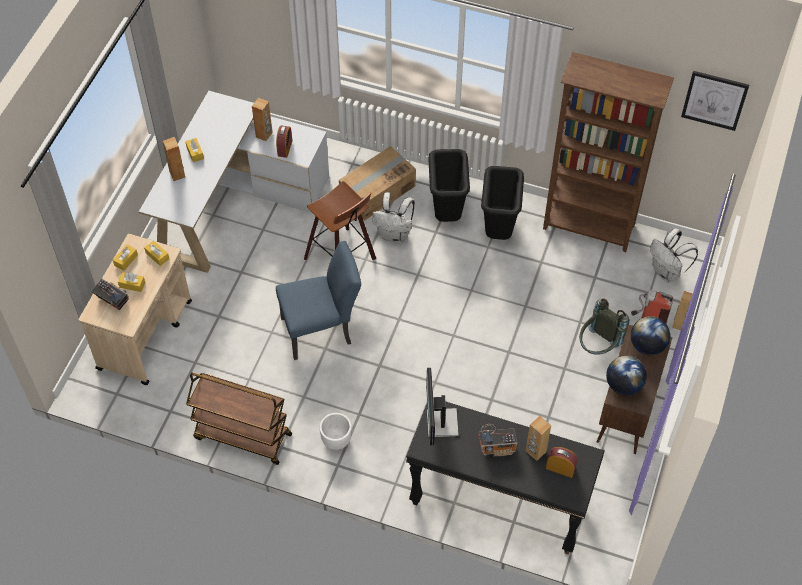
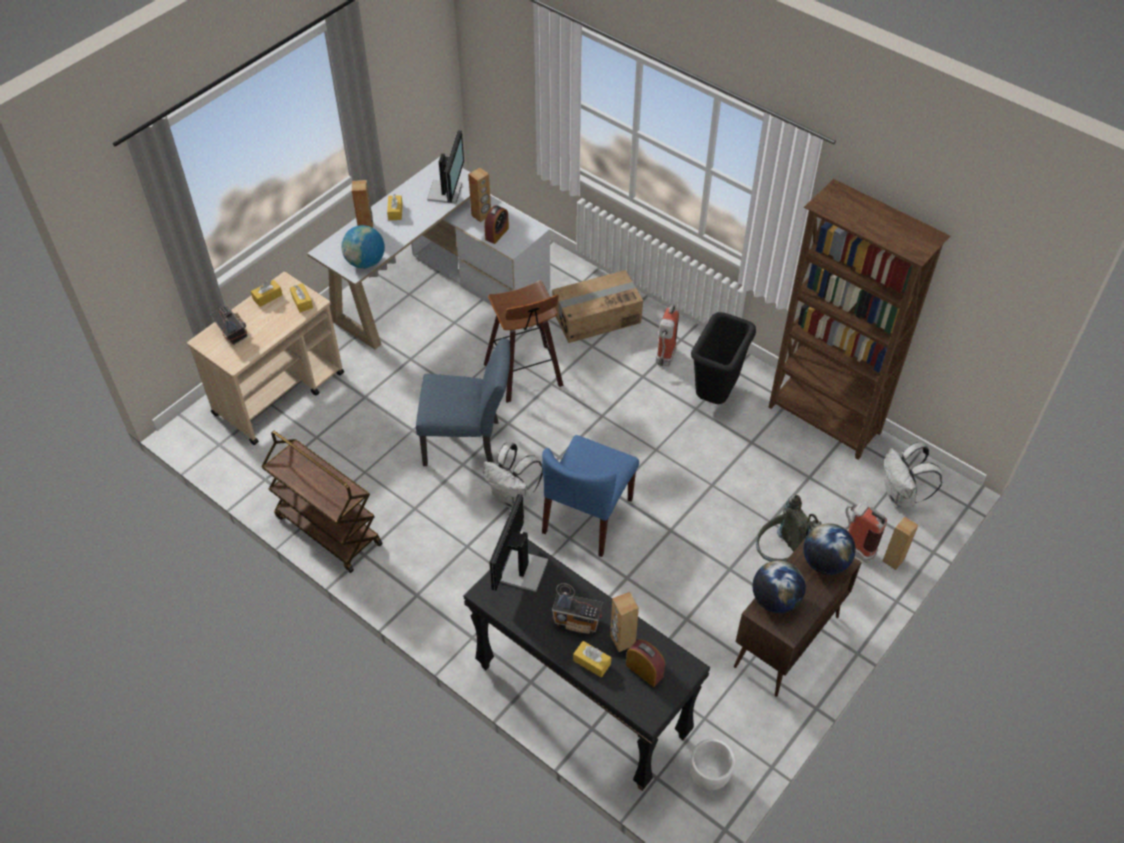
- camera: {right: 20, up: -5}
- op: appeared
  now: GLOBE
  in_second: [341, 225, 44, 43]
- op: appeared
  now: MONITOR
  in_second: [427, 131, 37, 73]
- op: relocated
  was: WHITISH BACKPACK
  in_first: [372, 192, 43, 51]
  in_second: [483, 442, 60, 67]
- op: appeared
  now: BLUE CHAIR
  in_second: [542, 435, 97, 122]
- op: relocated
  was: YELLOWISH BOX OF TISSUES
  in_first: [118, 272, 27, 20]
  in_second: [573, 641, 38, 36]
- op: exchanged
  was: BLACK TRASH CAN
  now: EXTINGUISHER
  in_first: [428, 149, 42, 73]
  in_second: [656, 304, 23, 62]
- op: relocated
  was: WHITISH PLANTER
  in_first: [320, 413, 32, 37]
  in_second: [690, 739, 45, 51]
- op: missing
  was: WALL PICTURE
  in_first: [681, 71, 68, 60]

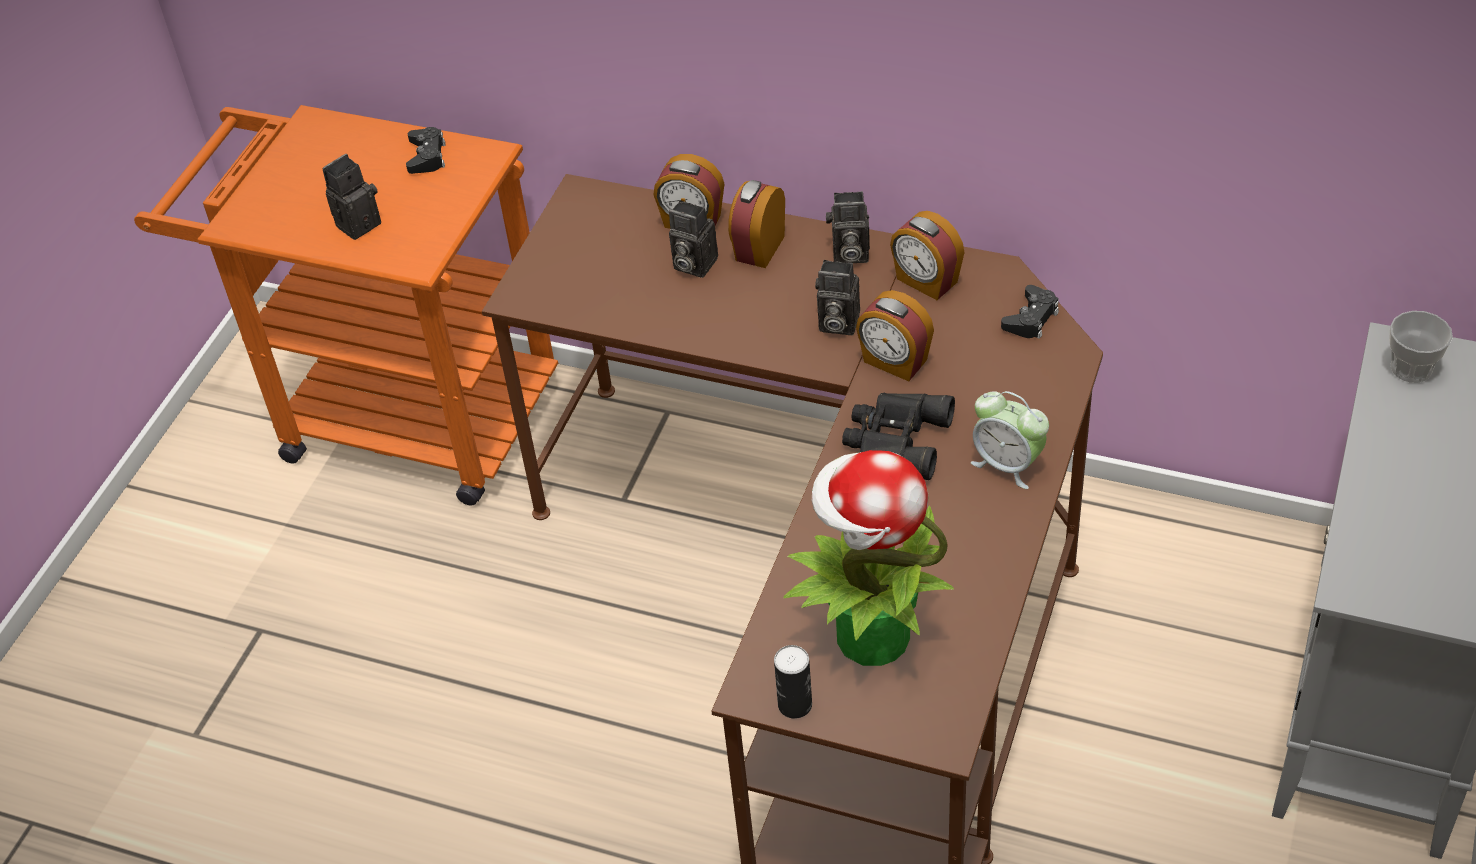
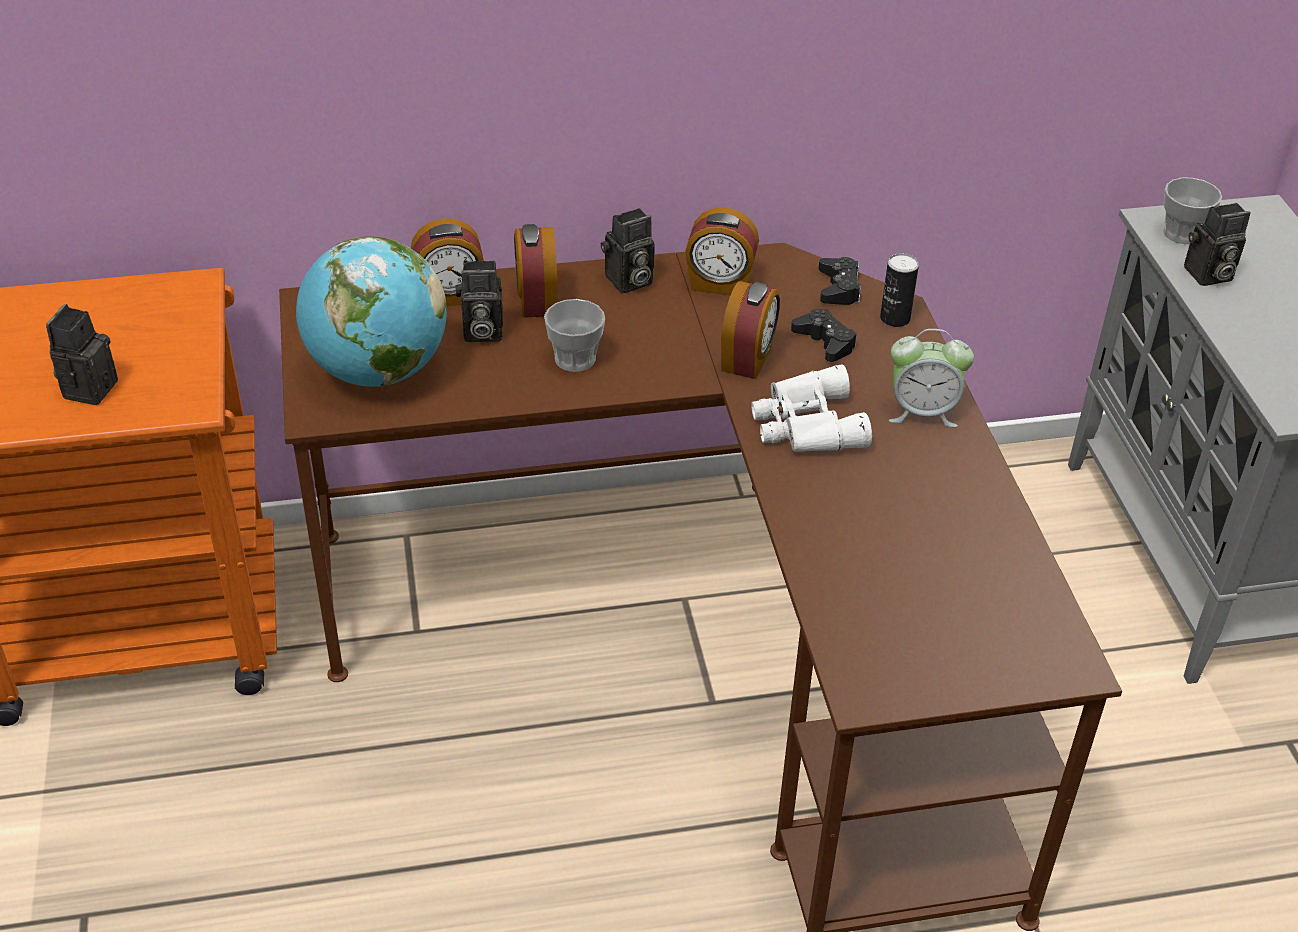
- camera: {right: -35, up: -5}
- op: appeared
  now: GLOBE
  in_second: [296, 236, 151, 151]
- op: appeared
  now: SMALL CUP
  in_second: [544, 299, 61, 73]
- op: spun
  was: ALARM CLOCK
  in_first: [856, 290, 78, 91]
  in_second: [721, 281, 59, 98]
  clockwise: -75
- op: colour
  was: BLACK PAIR OF BINOCULARS
  now: WHITISH PAIR OF BINOCULARS
  in_first: [842, 393, 113, 87]
  in_second: [751, 365, 121, 87]
- op: relocated
  was: BLACK JOYPAD
  in_first: [406, 127, 40, 47]
  in_second: [791, 309, 66, 53]
- op: relocated
  was: METAL CAN
  in_first: [774, 645, 38, 74]
  in_second: [880, 253, 39, 74]
- op: relocated
  was: STILL CAMERA
  in_first: [815, 260, 45, 75]
  in_second: [1184, 203, 66, 83]
- op: missing
  was: HOUSEPLANT
  in_first: [783, 450, 172, 216]

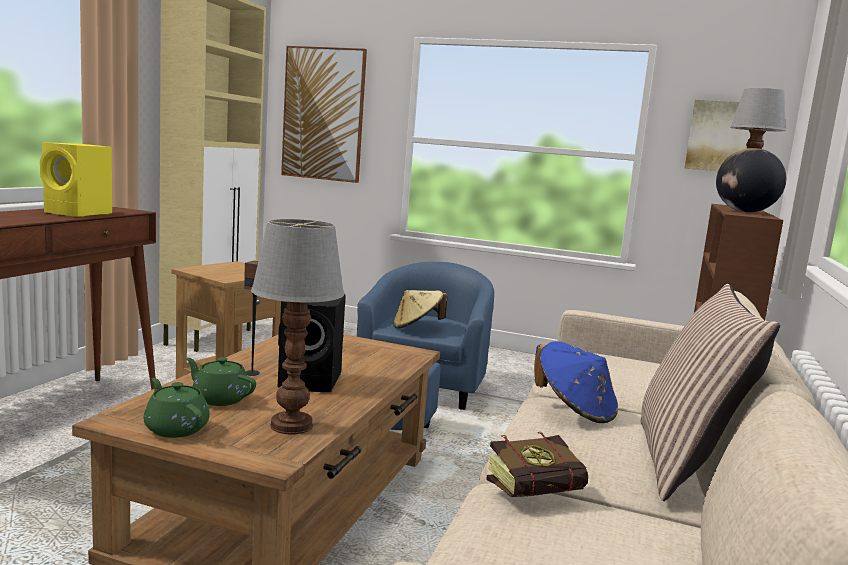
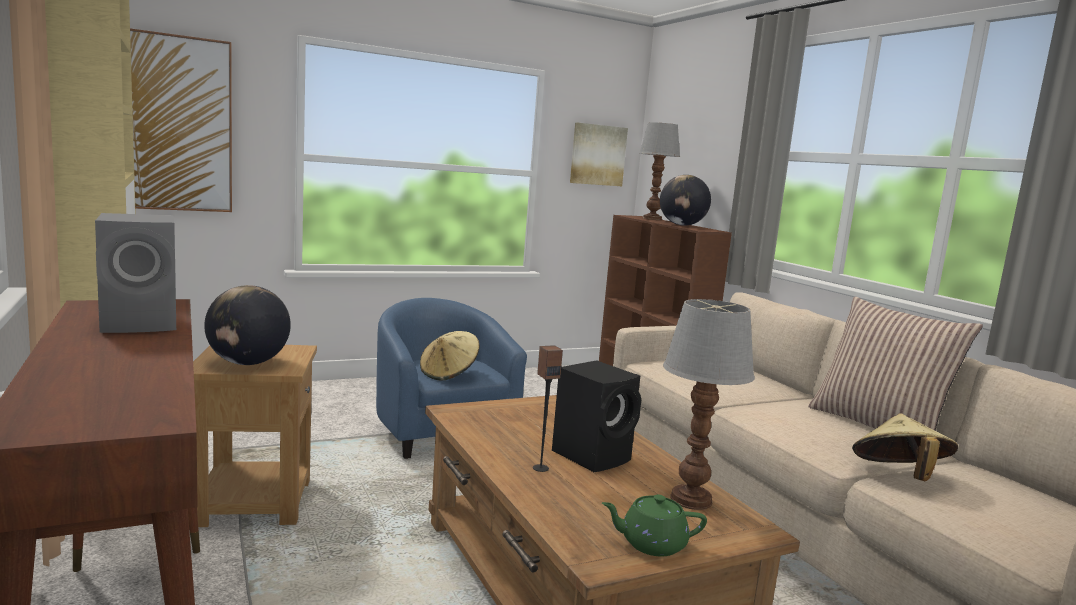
- camera: {right: -45, up: 0}
- op: colour
  was: YELLOWISH LOUDSPEAKER
  now: GREYISH LOUDSPEAKER
  in_first: [40, 142, 72, 75]
  in_second: [95, 213, 81, 120]
- op: appeared
  now: GLOBE
  in_second: [204, 285, 87, 80]
- op: exchanged
  was: VOLUME
  now: BEIGE-COLOURED CLOTHING HAT
  in_first: [487, 431, 101, 66]
  in_second: [852, 413, 106, 68]
- op: missing
  was: GREEN-COLOURED TEA POT
  in_first: [185, 357, 71, 49]
- op: missing
  was: BLUE CLOTHING HAT
  in_first: [534, 341, 84, 82]

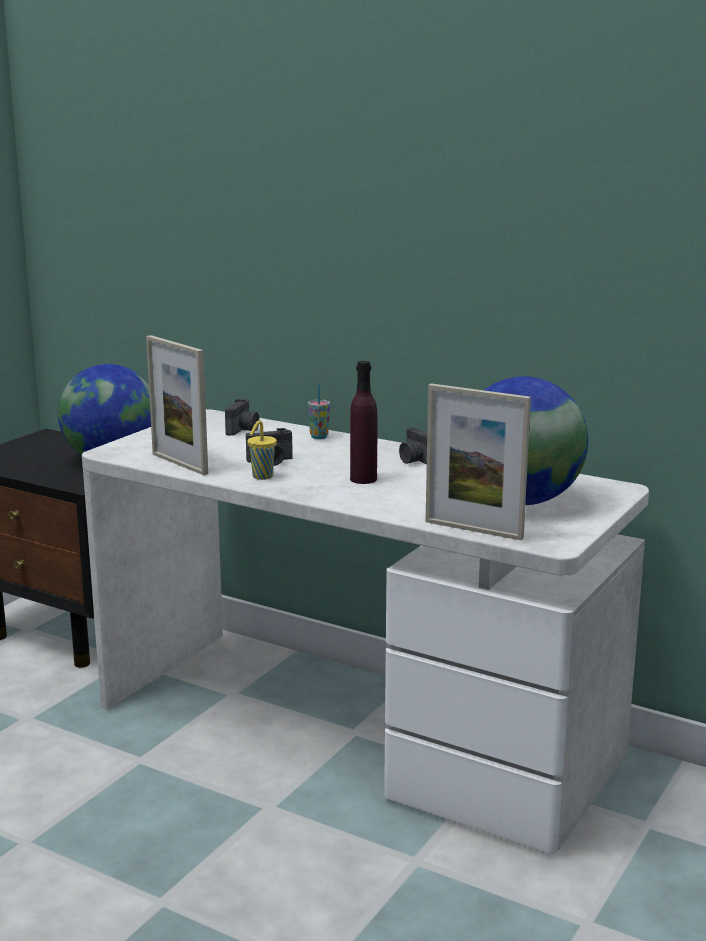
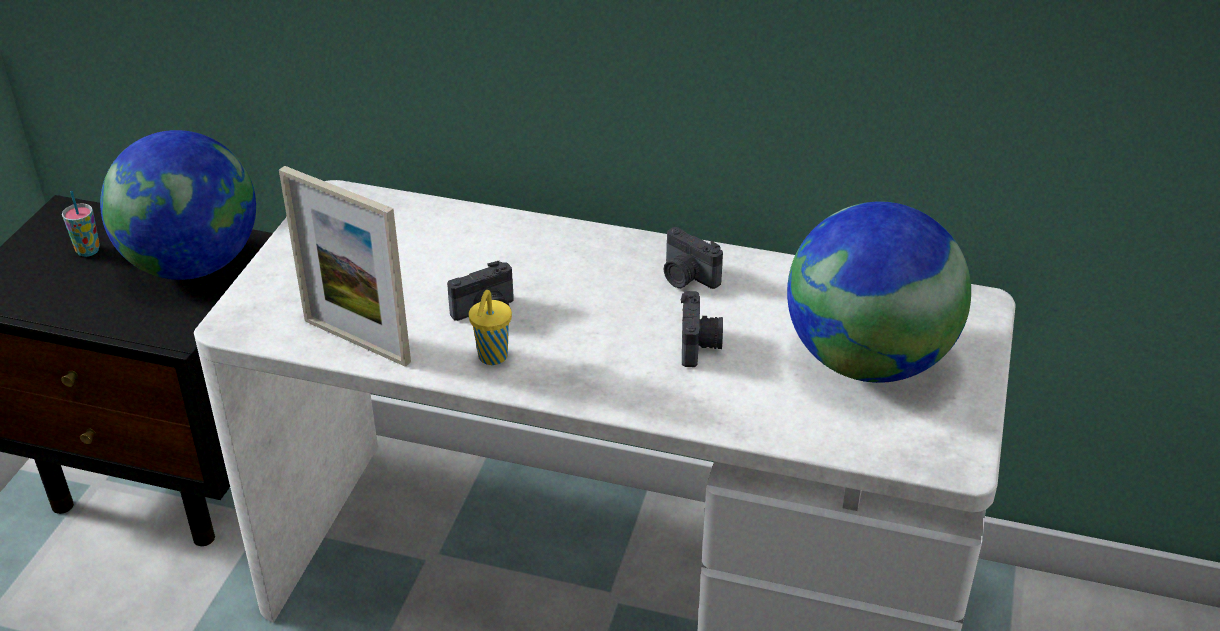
- camera: {right: -15, up: 20}
- op: relocated
  was: SMALL CUP
  in_first: [308, 385, 22, 54]
  in_second: [62, 191, 38, 66]
- op: relocated
  was: STILL CAMERA
  in_first: [225, 399, 34, 37]
  in_second: [681, 291, 42, 76]
- op: missing
  was: PURPLISH DRINK BOTTLE
  in_first: [350, 361, 27, 123]
- op: missing
  was: PHOTO FRAME
  in_first: [425, 383, 106, 157]

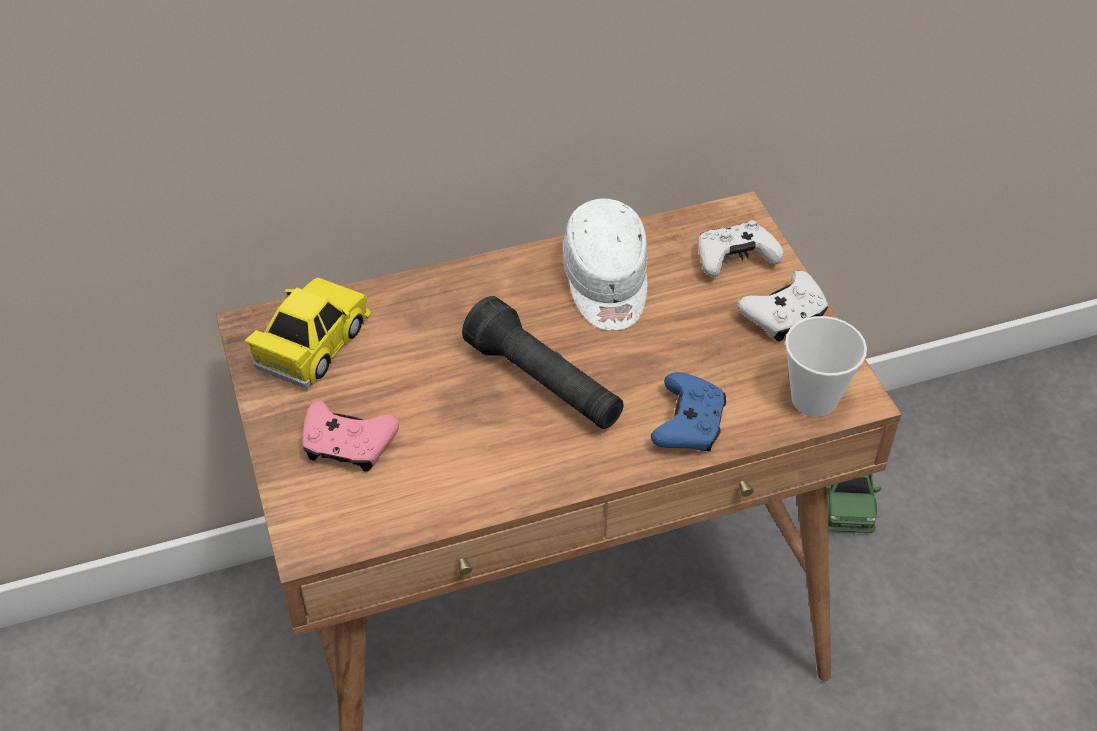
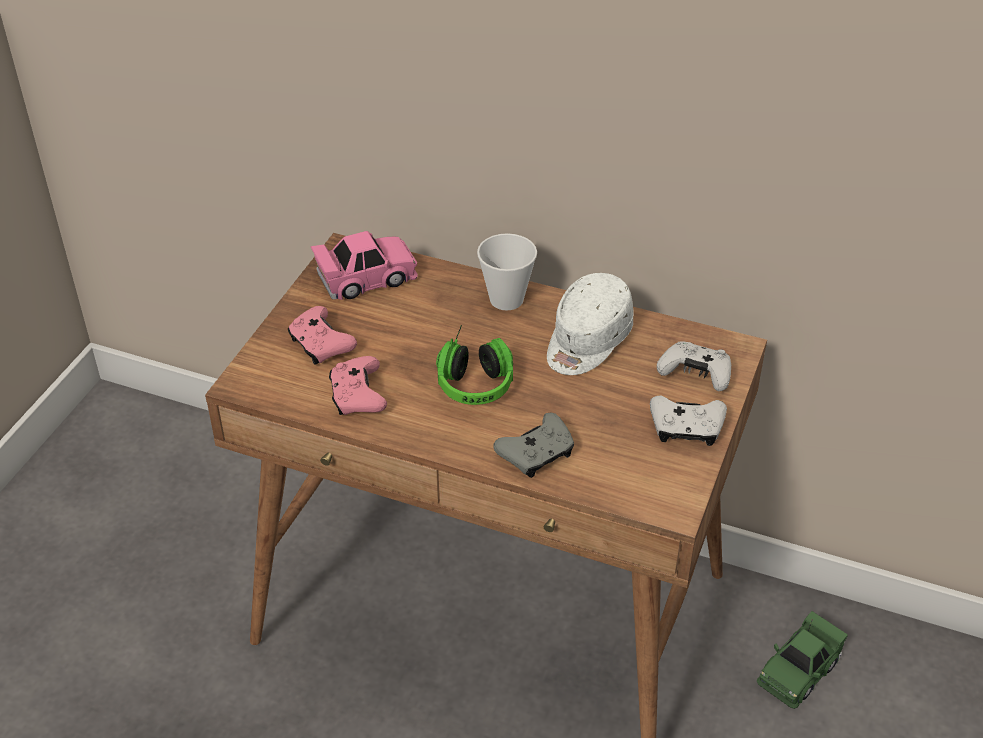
- camera: {right: 40, up: -5}
- op: colour
  was: YELLOWISH TOY CAR
  now: PINK TOY CAR
  in_first: [245, 278, 126, 110]
  in_second: [311, 231, 107, 69]
- op: appeared
  now: PINK JOYPAD
  in_second: [329, 356, 58, 59]
- op: exchanged
  was: BLACK FLASHLIGHT
  now: PAIR OF HEADPHONES
  in_first: [462, 296, 162, 133]
  in_second: [436, 325, 77, 80]
- op: relocated
  was: SMALL CUP
  in_first: [785, 316, 82, 101]
  in_second: [477, 233, 60, 78]
- op: colour
  was: BLUE JOYPAD
  now: GREYISH JOYPAD
  in_first: [651, 372, 75, 79]
  in_second: [493, 413, 81, 65]

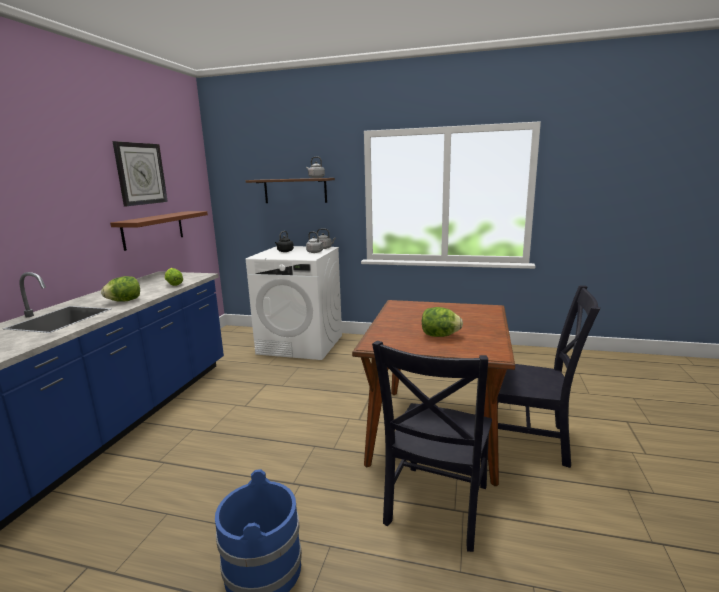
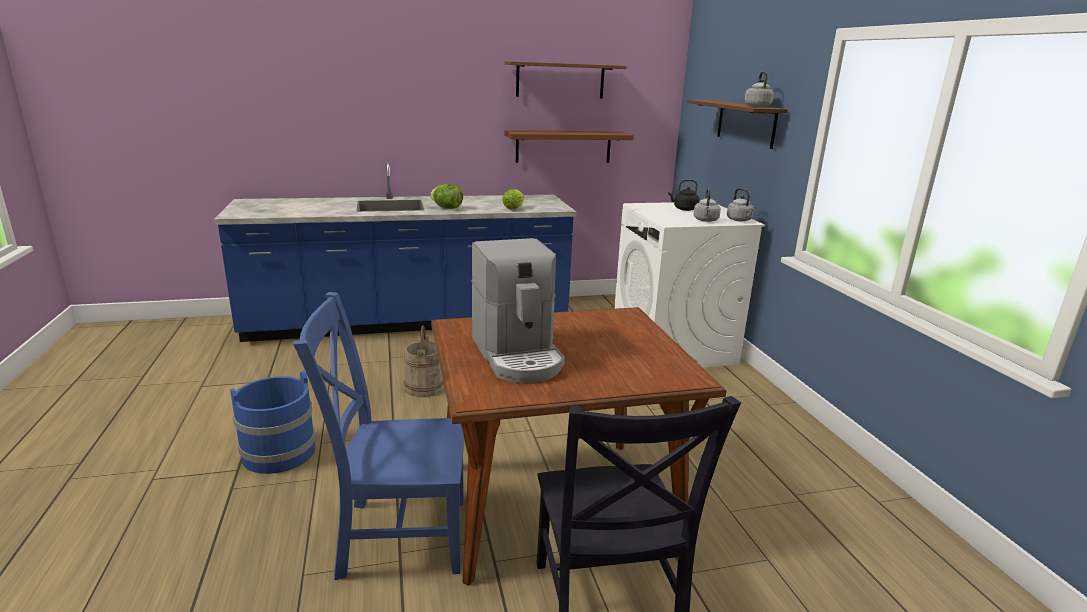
- camera: {right: 60, up: 5}
- op: colour
  was: BLACK CHAIR
  now: BLUE CHAIR
  in_first: [372, 341, 120, 211]
  in_second: [293, 292, 171, 288]
- op: appeared
  now: BEIGE-COLOURED PAIL
  in_second: [403, 325, 42, 72]
- op: exchanged
  was: LETTUCE
  now: COFFEE MAKER
  in_first: [422, 307, 41, 30]
  in_second: [471, 238, 94, 145]
- op: exchanged
  was: WALL CLOCK
  now: BROWNISH WALL SHELF
  in_first: [112, 141, 56, 65]
  in_second: [504, 61, 123, 38]

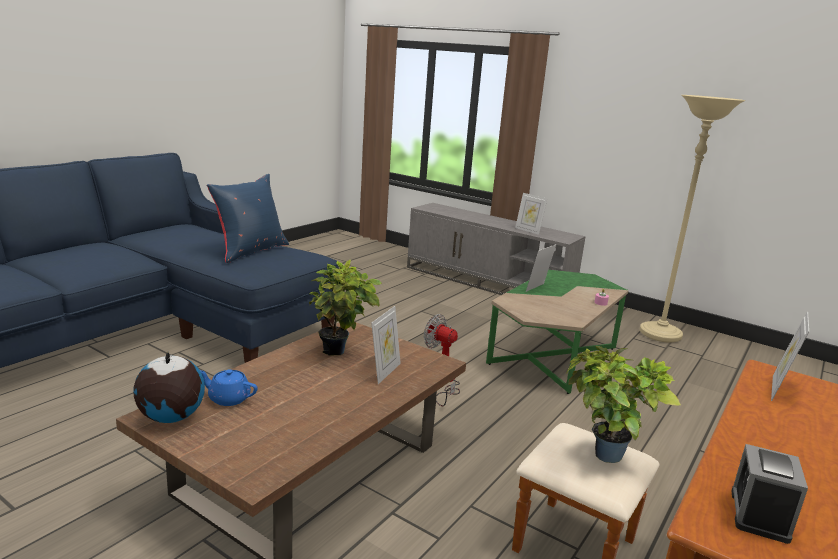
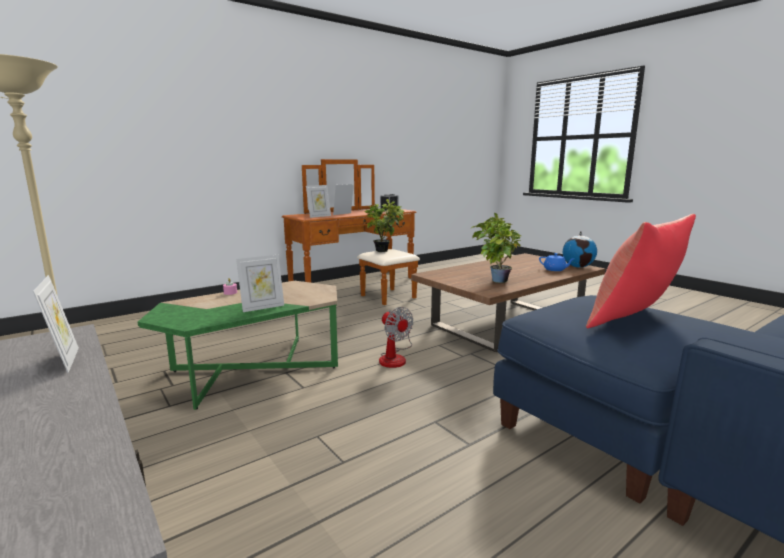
- camera: {right: -160, up: -5}
- op: relocated
  was: PHOTO FRAME
  in_first: [371, 306, 30, 78]
  in_second: [333, 184, 21, 31]
- op: colour
  was: BLUE THROW PILLOW
  now: REDDISH THROW PILLOW
  in_first: [207, 174, 82, 89]
  in_second: [586, 214, 110, 114]

